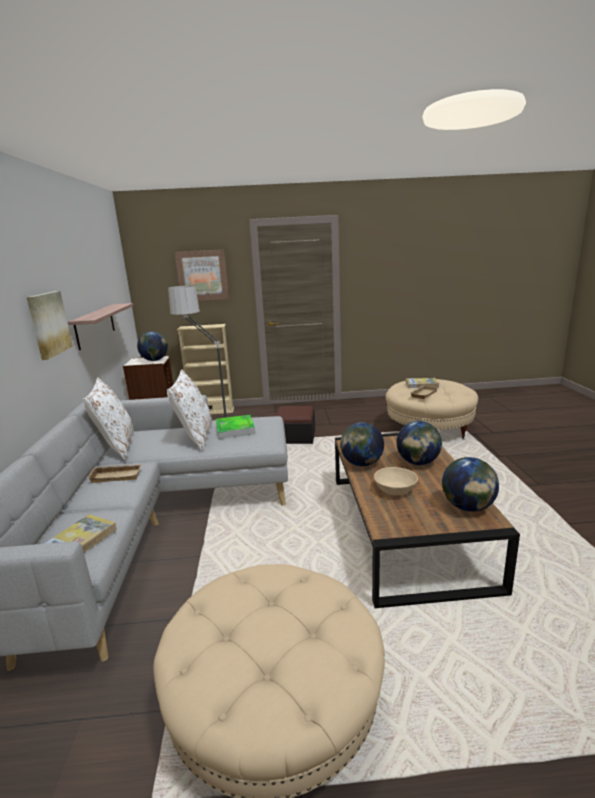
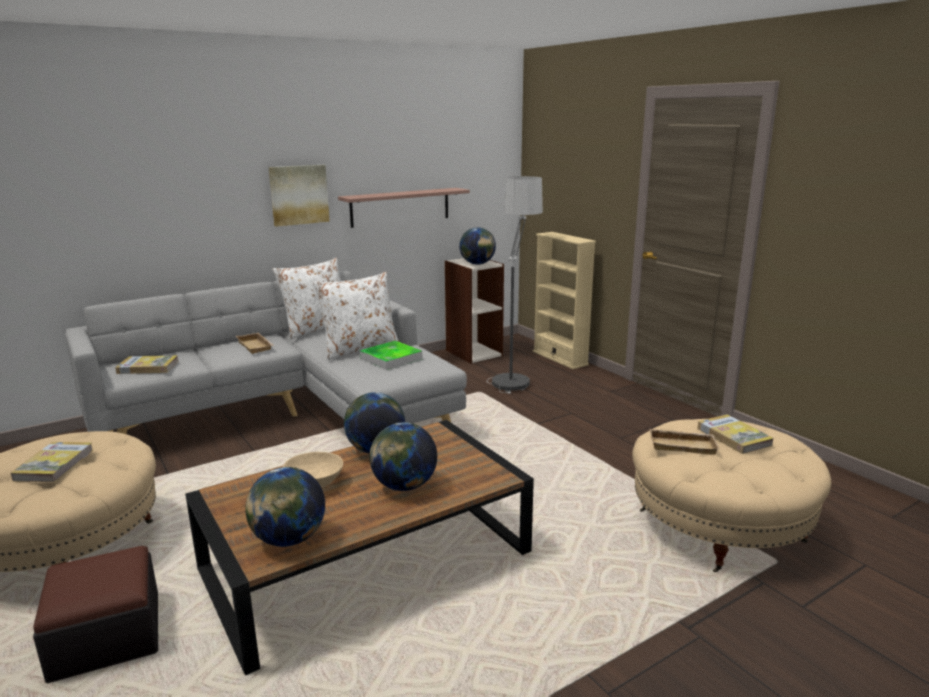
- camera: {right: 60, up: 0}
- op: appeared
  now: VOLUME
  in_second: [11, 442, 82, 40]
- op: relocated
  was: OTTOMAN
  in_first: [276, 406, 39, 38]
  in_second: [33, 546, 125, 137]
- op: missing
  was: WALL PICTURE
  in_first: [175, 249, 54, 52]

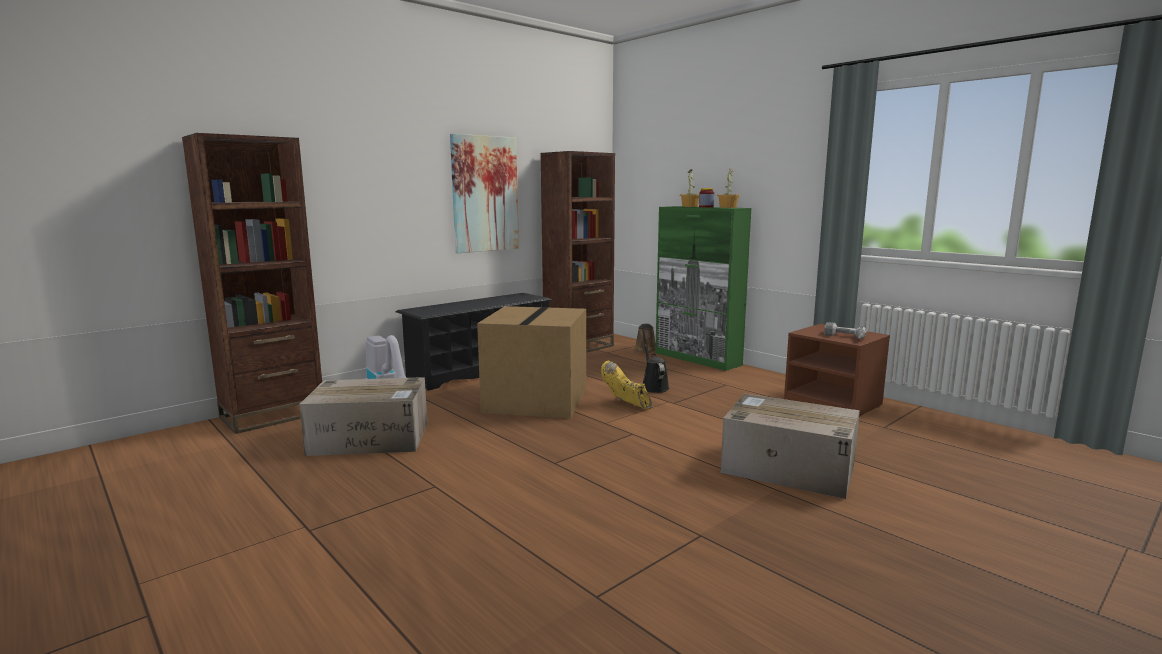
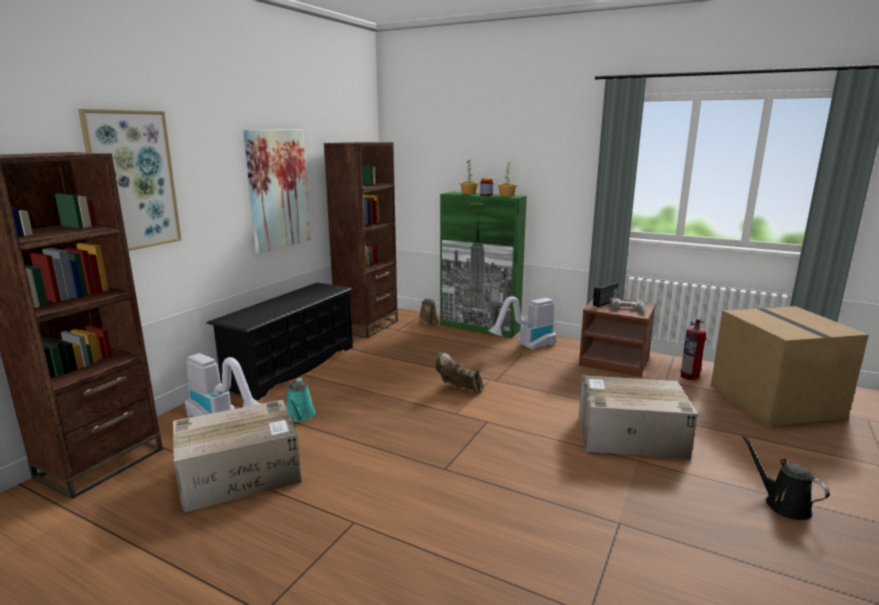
- camera: {right: -20, up: 5}
- op: appeared
  now: WALL PICTURE
  in_second: [78, 109, 104, 142]
- op: appeared
  now: TURQUOISE-COLOURED WATERING POT
  in_second: [286, 378, 30, 44]
- op: colour
  was: YELLOWISH HIGH-TOP BOOT
  now: BROWNISH HIGH-TOP BOOT
  in_first: [601, 361, 51, 49]
  in_second: [435, 352, 48, 40]
- op: appeared
  now: HOOVER
  in_second: [488, 296, 68, 54]
- op: appeared
  now: RADIO
  in_second: [593, 282, 25, 25]
- op: appeared
  now: EXTINGUISHER
  in_second: [680, 319, 27, 61]
- op: relocated
  was: PACKING BOX
  in_first: [477, 306, 109, 112]
  in_second: [711, 306, 158, 120]
- op: relocated
  was: BLACK WATERING POT
  in_first: [643, 344, 26, 49]
  in_second: [742, 435, 88, 85]

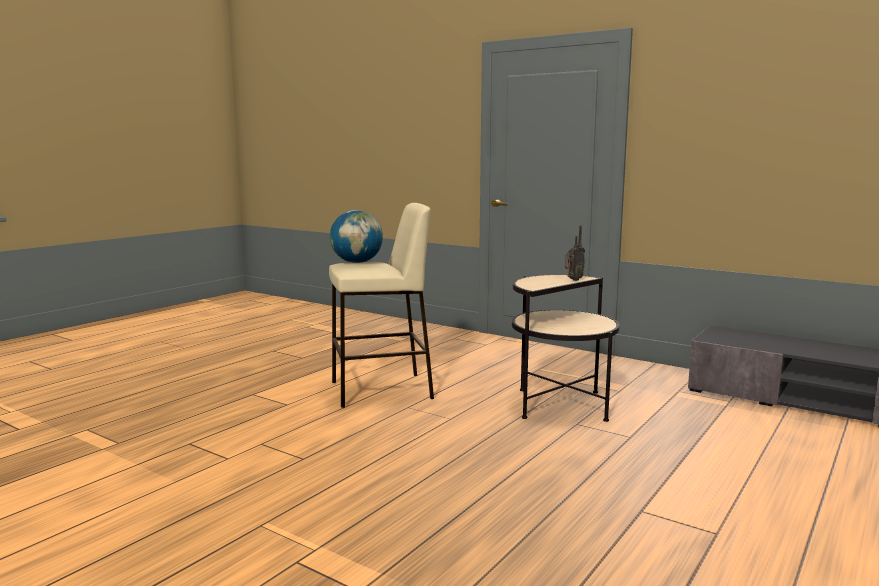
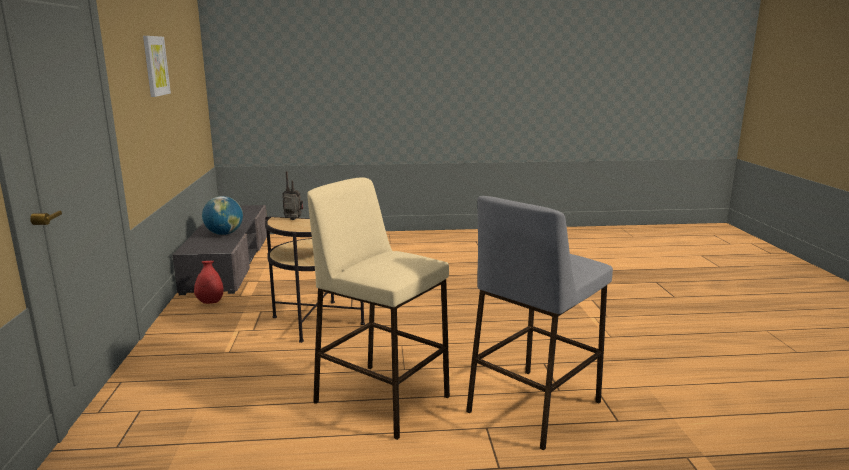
- camera: {right: -130, up: 5}
- op: appeared
  now: WALL PICTURE
  in_second: [143, 36, 28, 61]
- op: appeared
  now: REDDISH FLOWER VASE
  in_second: [194, 261, 30, 43]
- op: relocated
  was: GLOBE
  in_first: [330, 210, 53, 53]
  in_second: [202, 196, 41, 39]
- op: appeared
  now: GREYISH STOOL SEAT
  in_second: [466, 196, 147, 255]

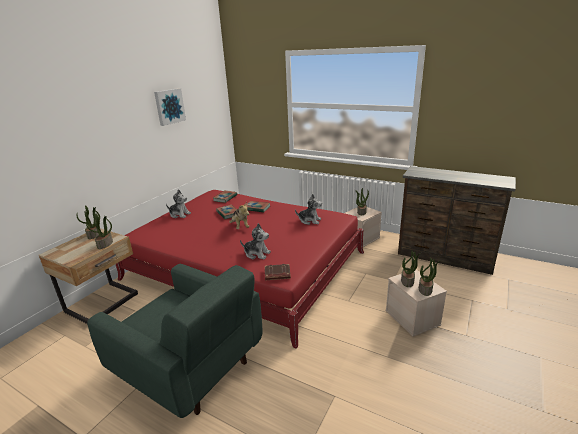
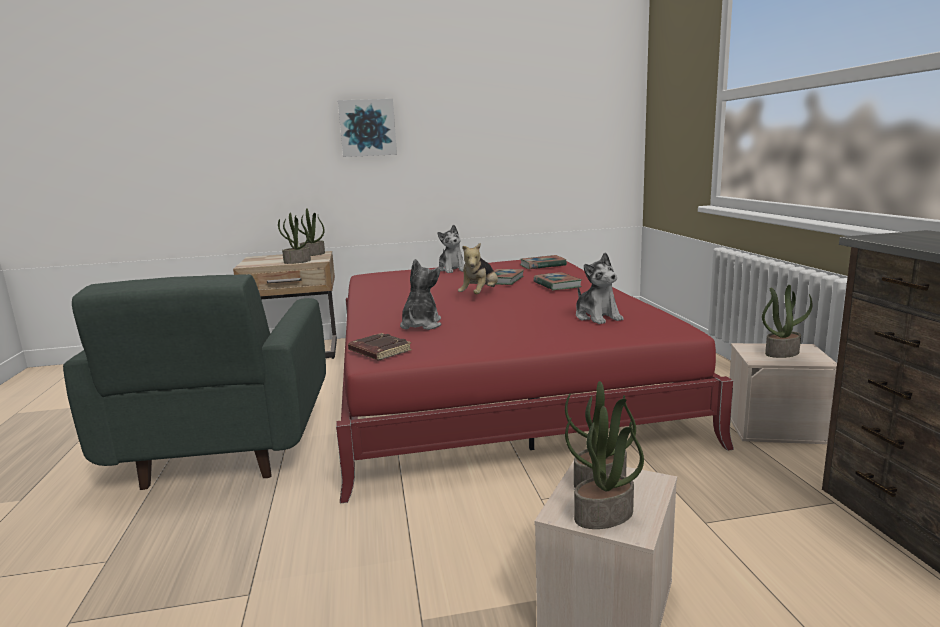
- camera: {right: 50, up: -10}
- op: relocated
  was: WALL PICTURE
  in_first: [154, 88, 32, 38]
  in_second: [338, 99, 59, 58]
- op: spun
  was: CUDDLY TOY
  in_first: [240, 223, 31, 36]
  in_second: [400, 259, 41, 71]
  clockwise: -150

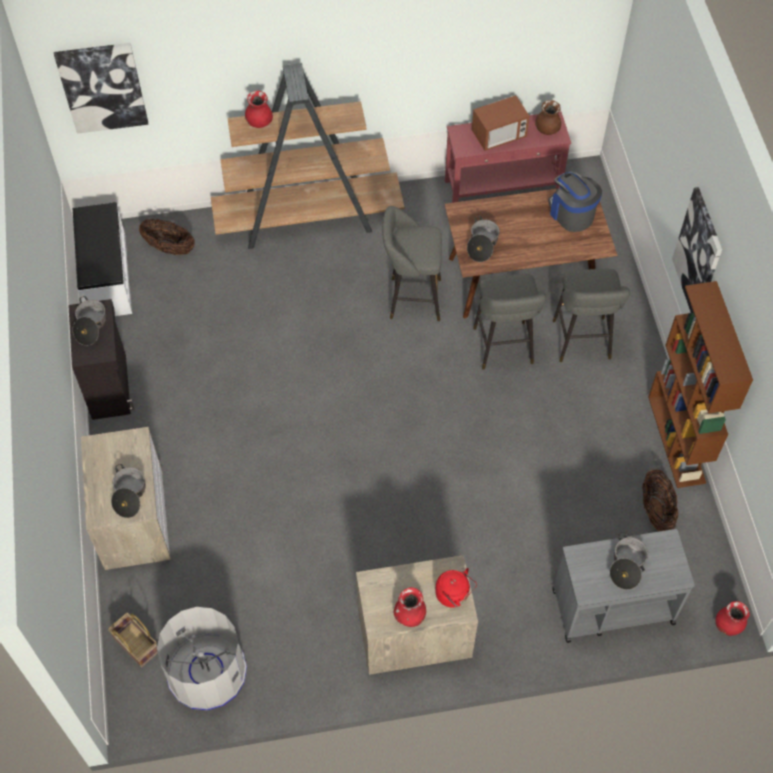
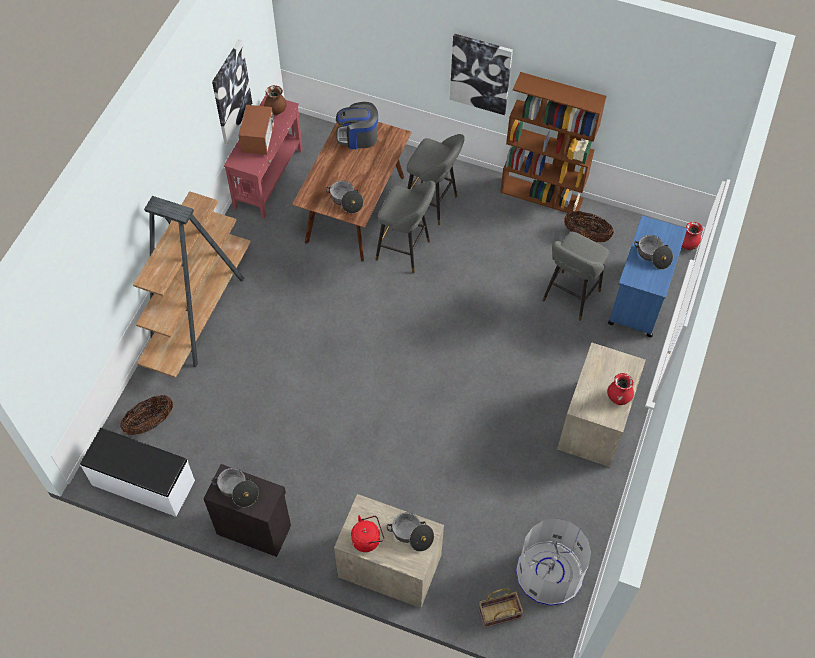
- camera: {right: -60, up: 0}
- op: relocated
  was: WALL PICTURE
  in_first: [54, 43, 94, 91]
  in_second: [212, 39, 40, 106]
- op: relocated
  was: REDDISH KETTLE
  in_first: [435, 568, 42, 40]
  in_second: [351, 515, 33, 37]
- op: relocated
  was: GREYISH STOOL SEAT
  in_first: [382, 206, 60, 115]
  in_second: [542, 232, 67, 89]
- op: colour
  was: GREYISH TROLLEY
  now: BLUE TROLLEY
  in_first: [552, 529, 143, 114]
  in_second: [608, 216, 79, 121]
- op: missing
  was: REDDISH FLOWER VASE
  in_first: [245, 91, 28, 37]

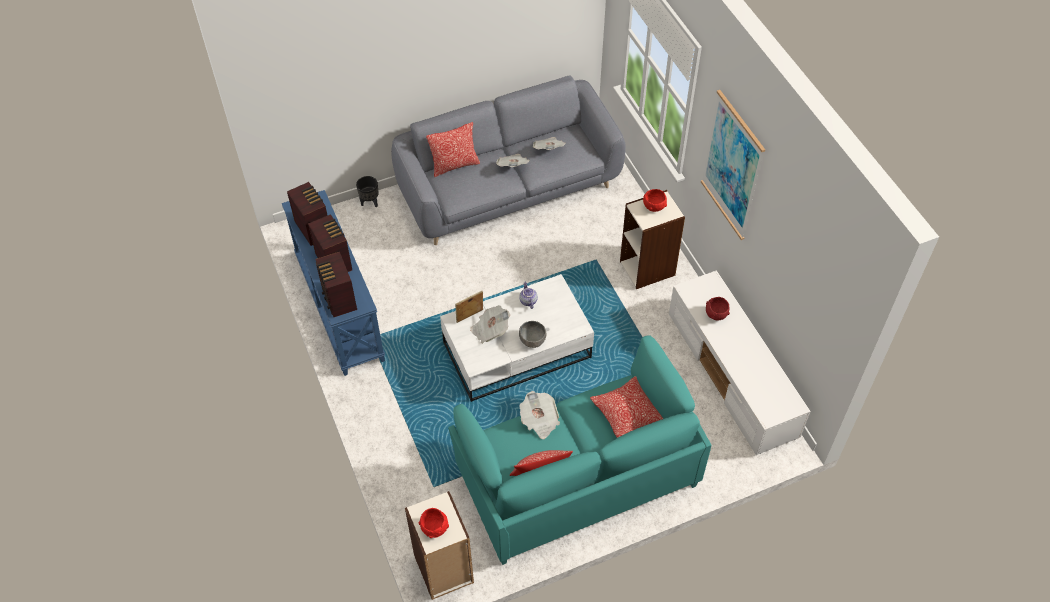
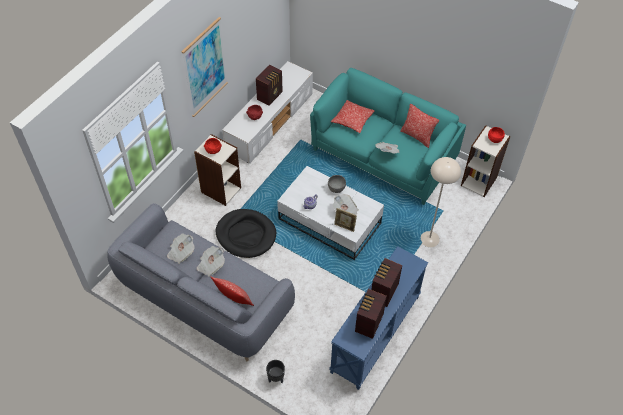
- camera: {right: -125, up: 0}
- op: appeared
  now: BLACK DOG BED
  in_second: [216, 209, 60, 49]
- op: relocated
  was: RADIO
  in_first: [315, 252, 42, 65]
  in_second: [256, 65, 27, 40]
- op: appeared
  now: BEIGE-COLOURED STANDING LAMP
  in_second: [421, 157, 40, 90]

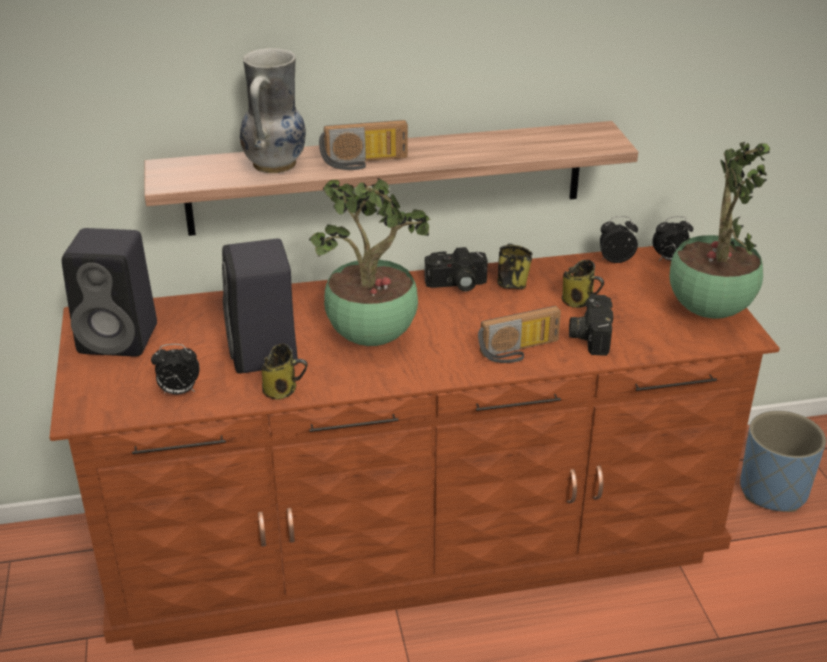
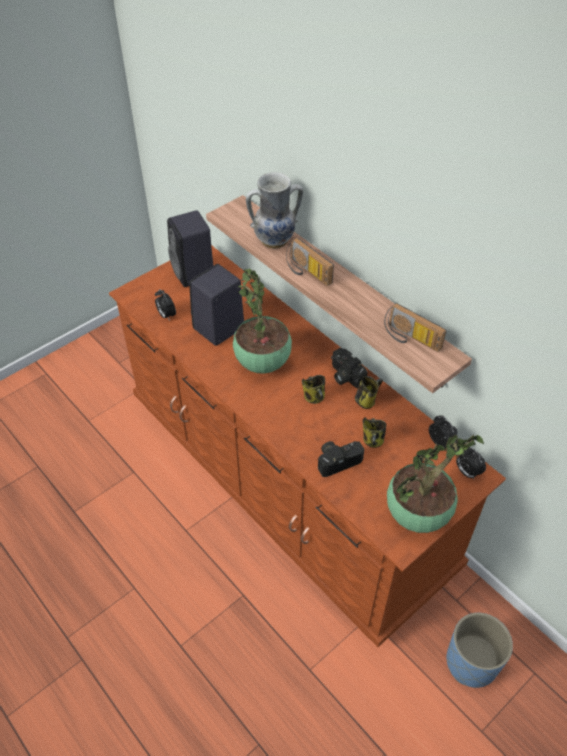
- camera: {right: 60, up: 15}
- op: relocated
  was: COFFEE MUG
  in_first: [262, 343, 46, 56]
  in_second: [302, 375, 23, 29]
- op: relocated
  was: RADIO
  in_first: [478, 306, 83, 57]
  in_second: [384, 303, 63, 49]

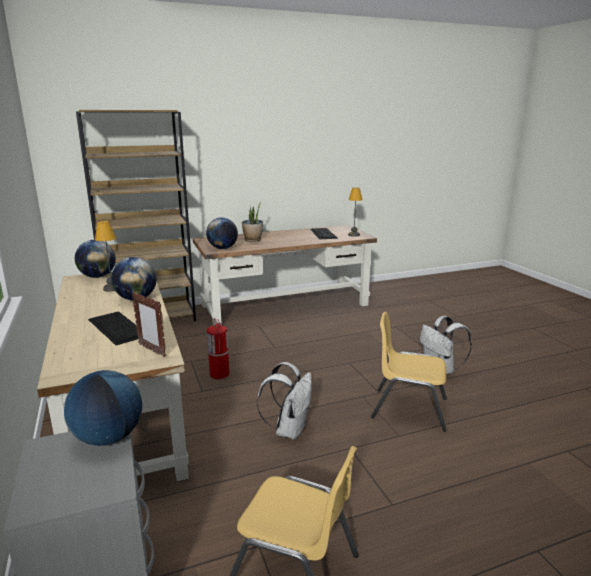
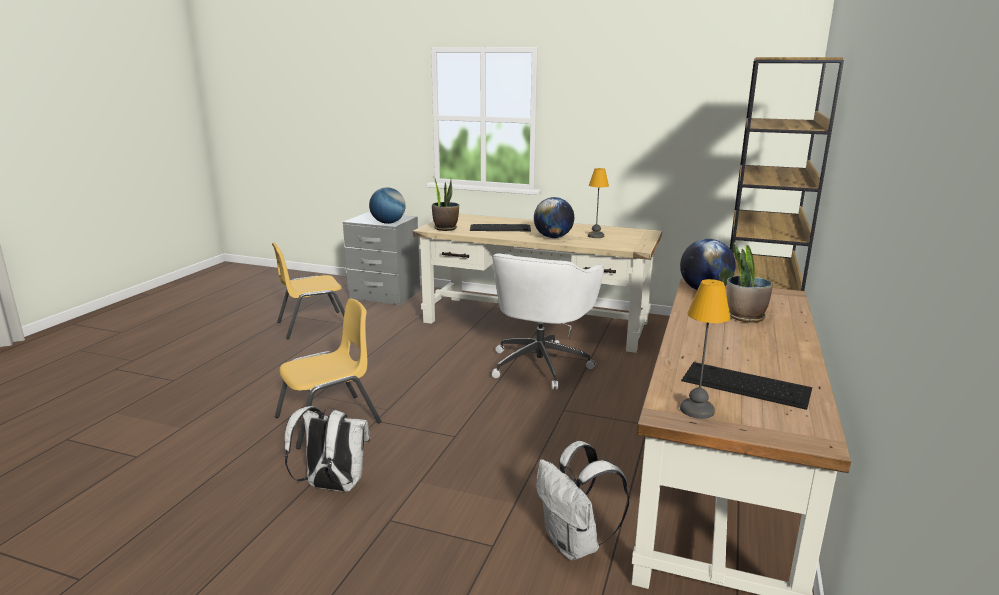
- camera: {right: 130, up: 0}
- op: exchanged
  was: PHOTO FRAME
  now: HOUSEPLANT
  in_first: [132, 292, 34, 65]
  in_second: [432, 179, 27, 52]
- op: exchanged
  was: EXTINGUISHER
  now: WHITISH COMPUTER CHAIR
  in_first: [207, 318, 22, 61]
  in_second: [492, 253, 112, 137]
- op: relocated
  was: WHITISH BACKPACK
  in_first: [257, 362, 55, 78]
  in_second: [536, 441, 94, 119]
- op: missing
  was: GLOBE
  in_first: [75, 240, 41, 38]

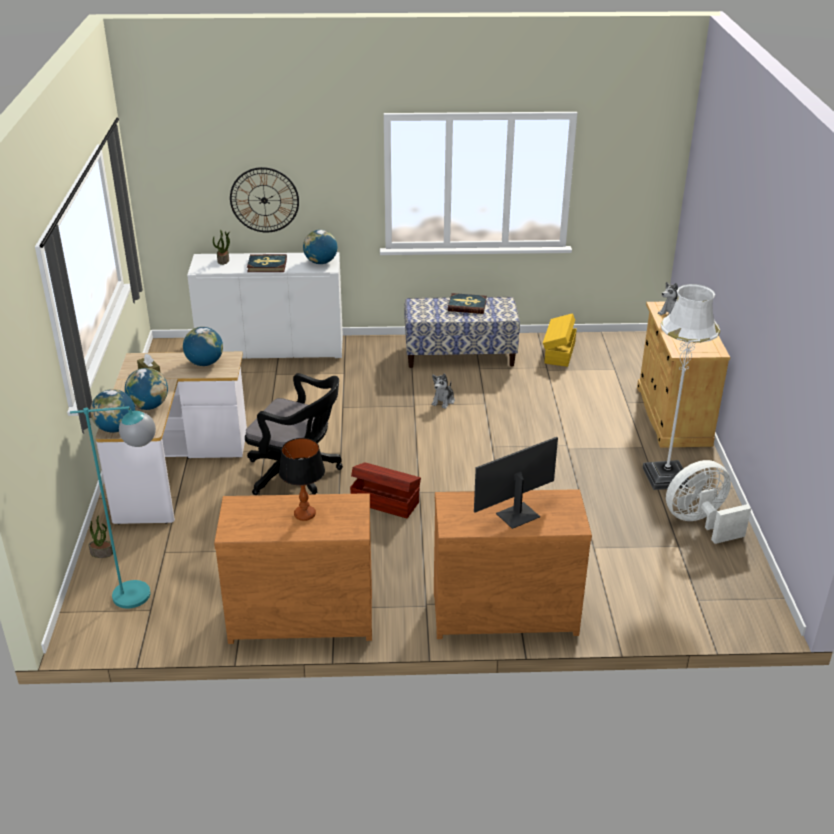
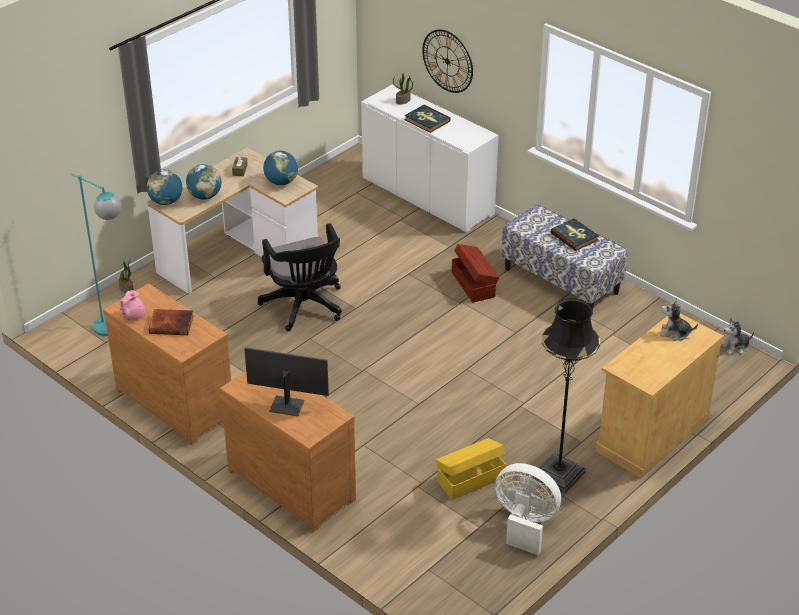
- camera: {right: 45, up: 5}
- op: appeared
  now: PINK TEA POT
  in_second: [119, 290, 26, 30]
- op: exchanged
  was: TABLE LAMP
  now: VOLUME
  in_first: [279, 438, 46, 83]
  in_second: [148, 309, 46, 26]
- op: relocated
  was: YELLOWISH STORAGE CONTAINER
  in_first: [543, 313, 34, 54]
  in_second: [436, 438, 70, 62]
- op: relocated
  was: BROWNISH STORAGE CONTAINER
  in_first: [350, 462, 71, 56]
  in_second: [452, 244, 47, 59]
- op: colour
  was: WHITISH STANDING LAMP
  now: BLACK STANDING LAMP
  in_first: [642, 284, 78, 206]
  in_second: [533, 299, 67, 196]
- op: relocated
  was: CUDDLY TOY
  in_first: [432, 374, 23, 35]
  in_second: [721, 317, 33, 38]
- op: missing
  was: GLOBE
  in_first: [303, 230, 34, 34]

